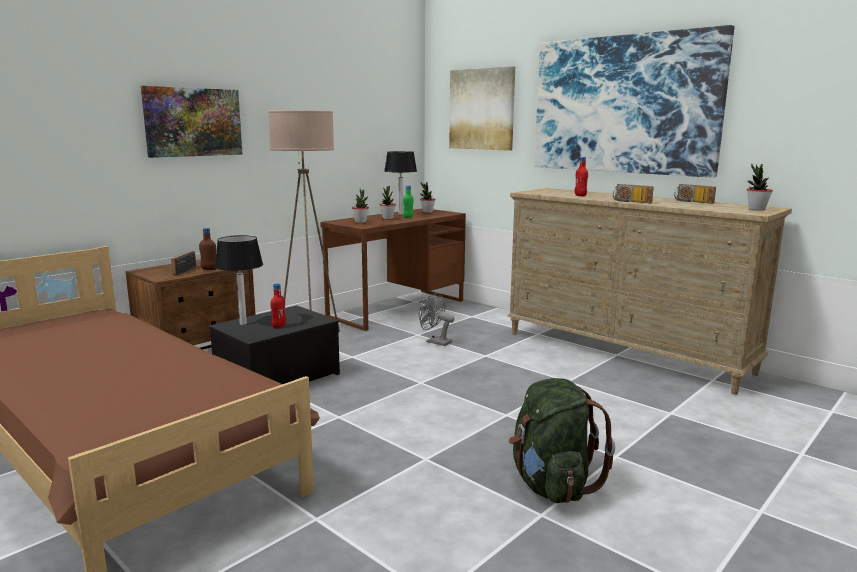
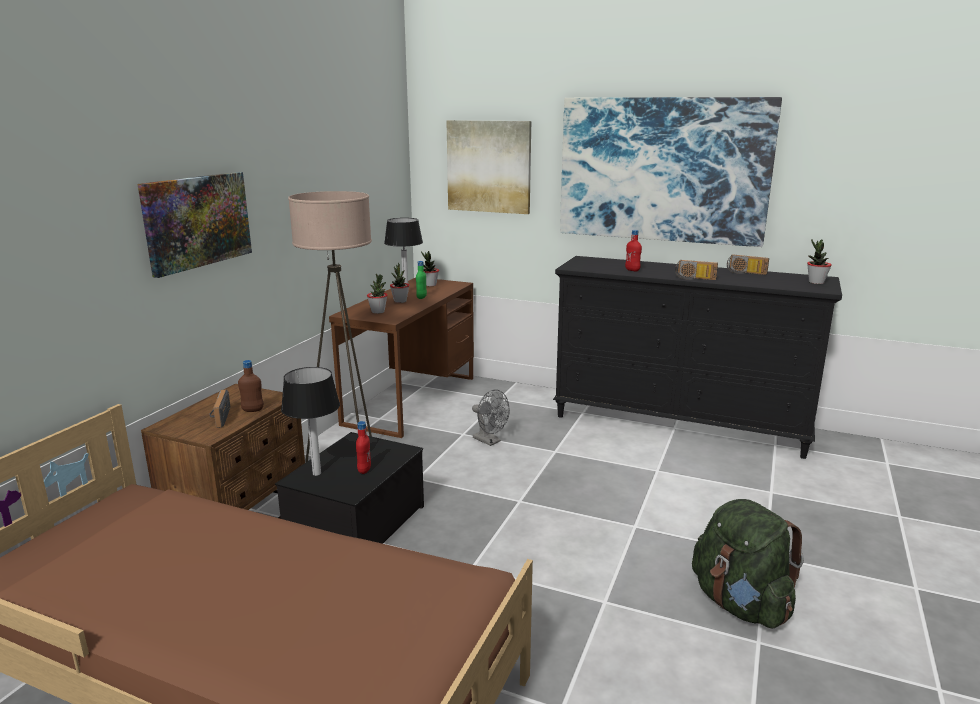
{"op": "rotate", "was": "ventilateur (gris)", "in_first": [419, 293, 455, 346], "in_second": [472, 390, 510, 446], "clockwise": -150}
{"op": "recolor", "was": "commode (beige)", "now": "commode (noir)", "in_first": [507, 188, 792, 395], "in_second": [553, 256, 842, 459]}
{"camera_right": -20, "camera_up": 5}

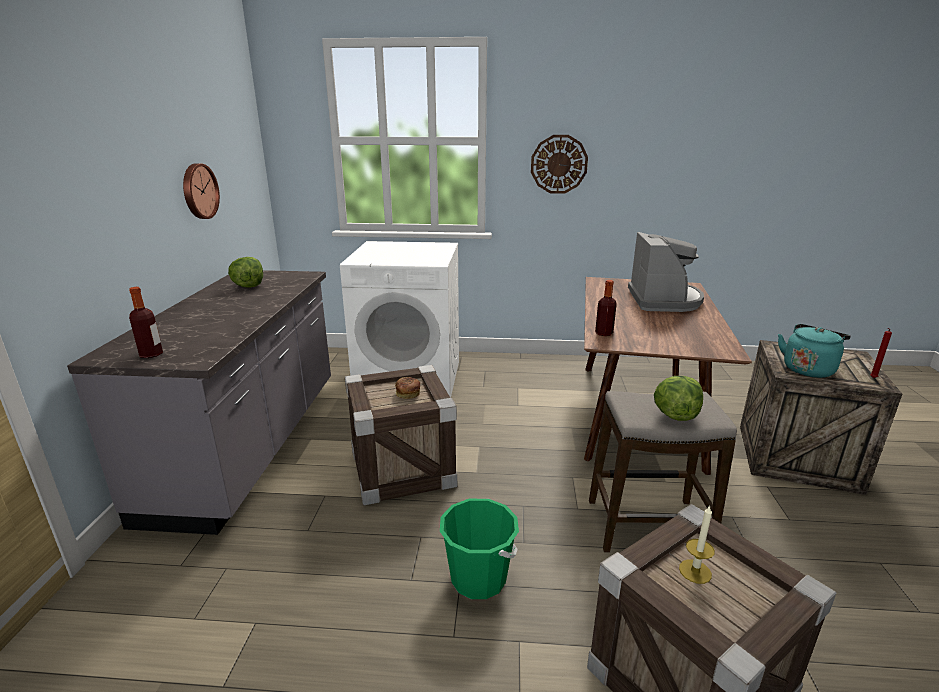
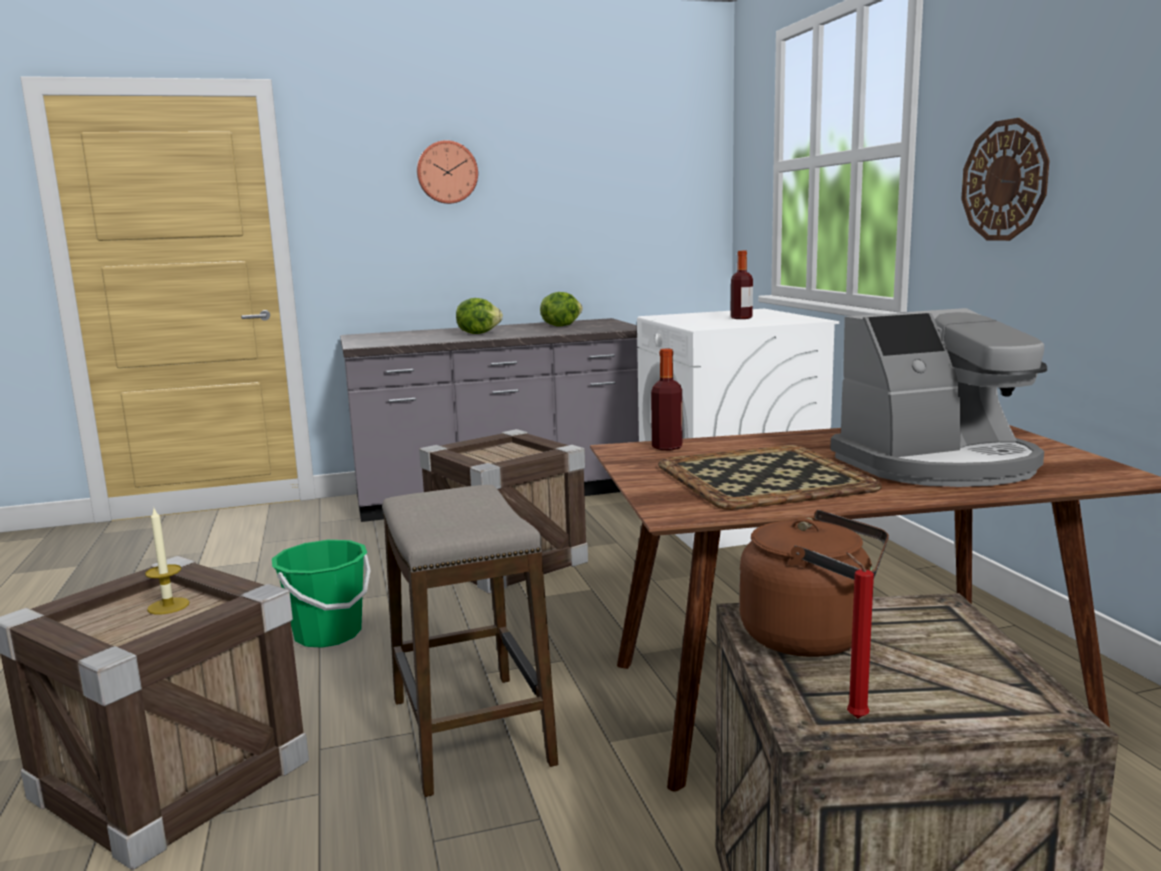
{"op": "move", "was": "bouteille", "in_first": [129, 287, 163, 358], "in_second": [731, 251, 753, 319]}
{"op": "move", "was": "horloge murale", "in_first": [183, 163, 220, 219], "in_second": [417, 140, 478, 204]}
{"op": "delete", "was": "pain", "in_first": [395, 377, 420, 399]}
{"op": "move", "was": "laitue", "in_first": [654, 376, 703, 421], "in_second": [456, 298, 503, 334]}
{"op": "recolor", "was": "bouilloire (turquoise)", "now": "bouilloire (marron)", "in_first": [778, 324, 851, 378], "in_second": [739, 510, 889, 657]}
{"op": "insert", "now": "plateau", "in_second": [658, 445, 882, 510]}
{"camera_right": 70, "camera_up": -10}

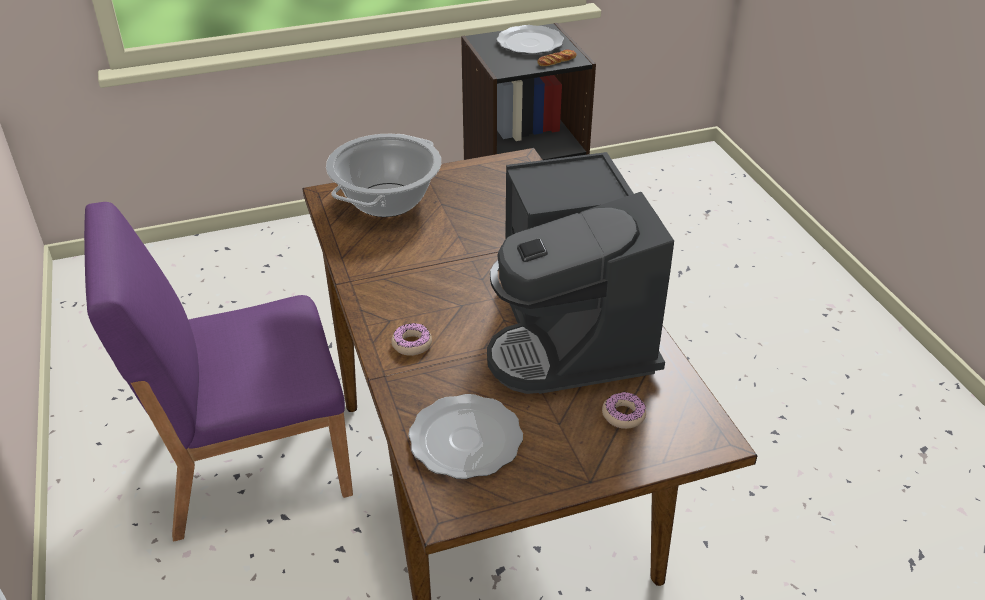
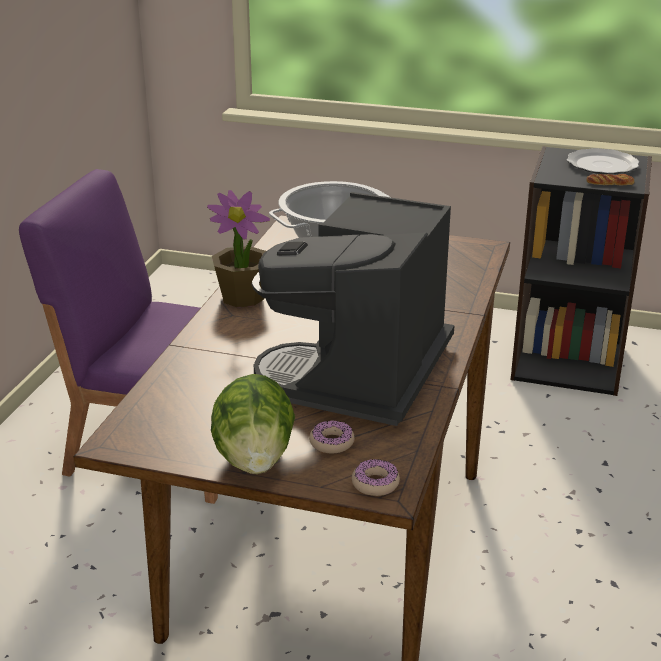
{"op": "move", "was": "beignet", "in_first": [391, 323, 432, 356], "in_second": [352, 459, 400, 496]}
{"op": "delete", "was": "assiette", "in_first": [408, 394, 523, 479]}
{"op": "insert", "now": "plante en pot", "in_second": [207, 190, 270, 307]}
{"op": "insert", "now": "laitue", "in_second": [211, 374, 295, 474]}
{"camera_right": 35, "camera_up": -10}

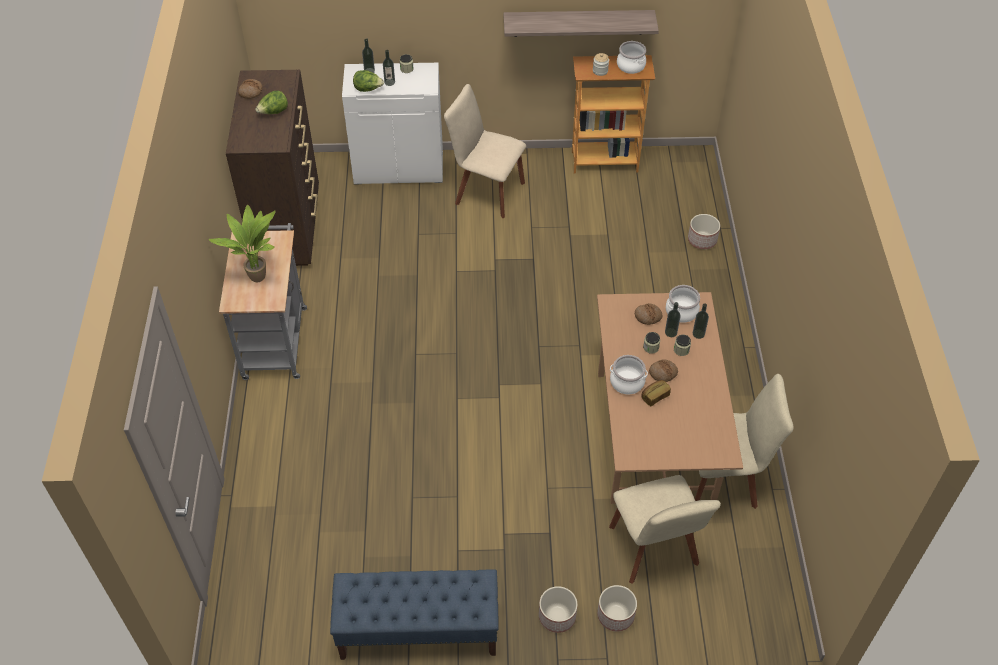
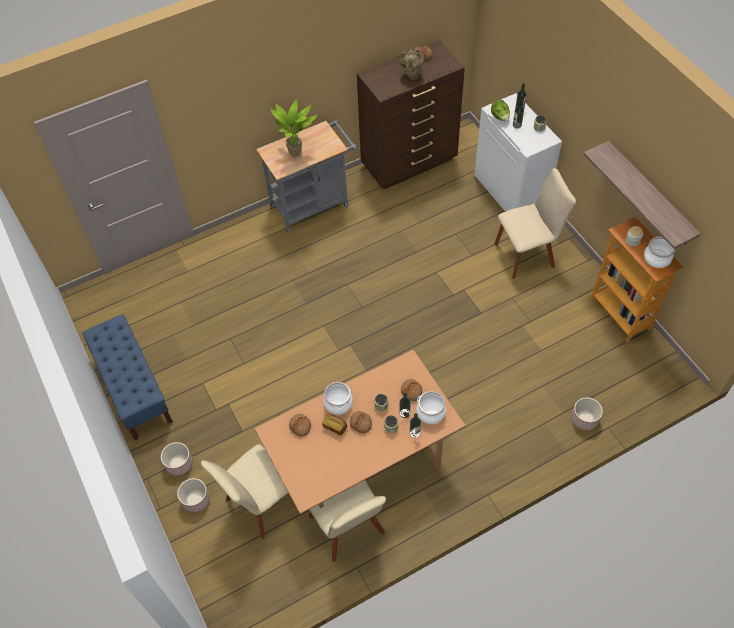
{"op": "replace", "was": "laitue", "now": "vase (beige)", "in_first": [255, 91, 288, 114], "in_second": [400, 48, 424, 80]}
{"op": "rotate", "was": "chaise (beige)", "in_first": [444, 84, 526, 218], "in_second": [494, 168, 576, 279], "clockwise": 75}
{"op": "insert", "now": "pain", "in_second": [289, 414, 311, 436]}
{"camera_right": 65, "camera_up": 5}

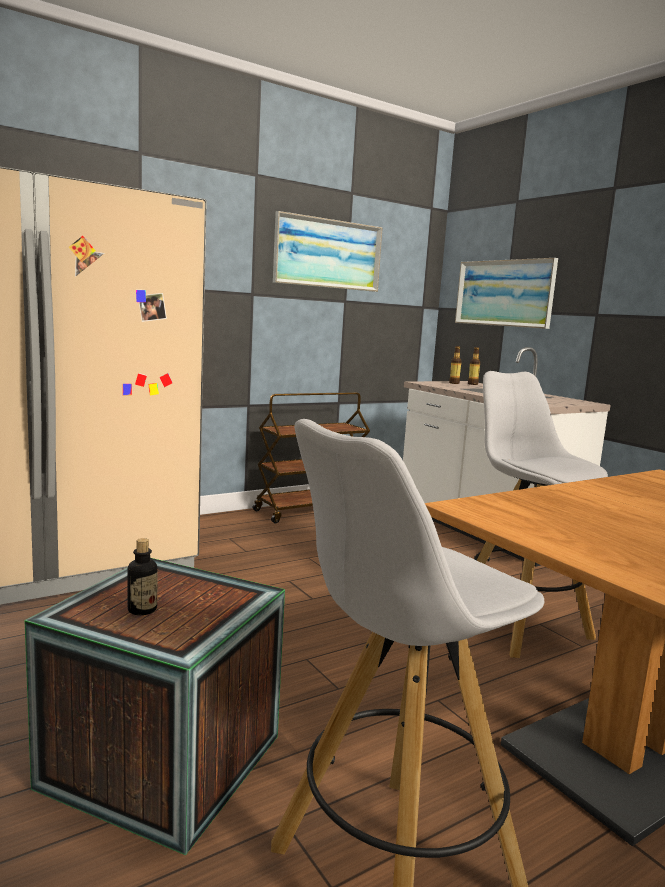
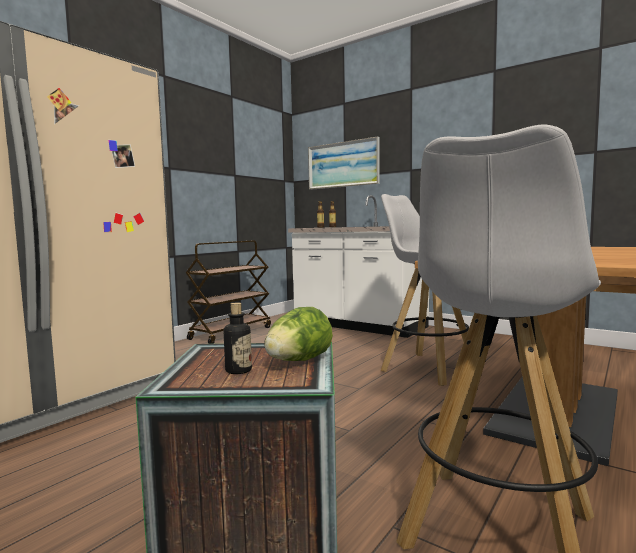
{"op": "delete", "was": "tableau", "in_first": [273, 211, 383, 292]}
{"op": "insert", "now": "laitue", "in_second": [264, 307, 333, 361]}
{"camera_right": -20, "camera_up": -5}

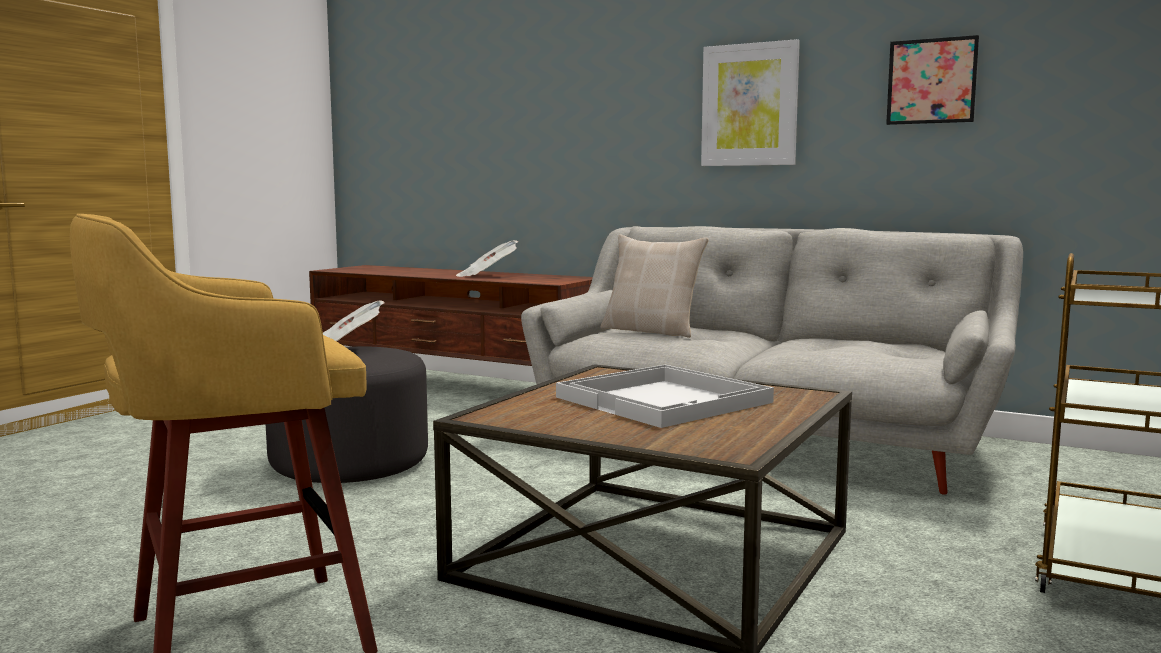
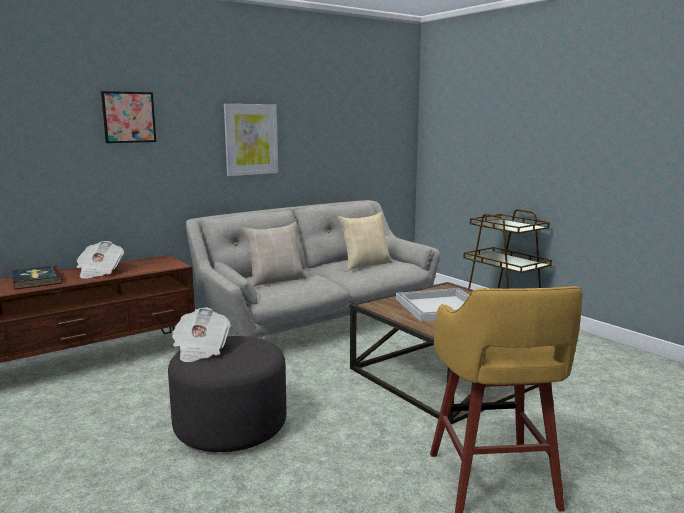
{"op": "move", "was": "tableau", "in_first": [886, 35, 979, 125], "in_second": [101, 91, 156, 143]}
{"op": "insert", "now": "livre", "in_second": [12, 265, 63, 290]}
{"op": "insert", "now": "coussin (beige)", "in_second": [338, 212, 392, 270]}
{"camera_right": -65, "camera_up": 5}

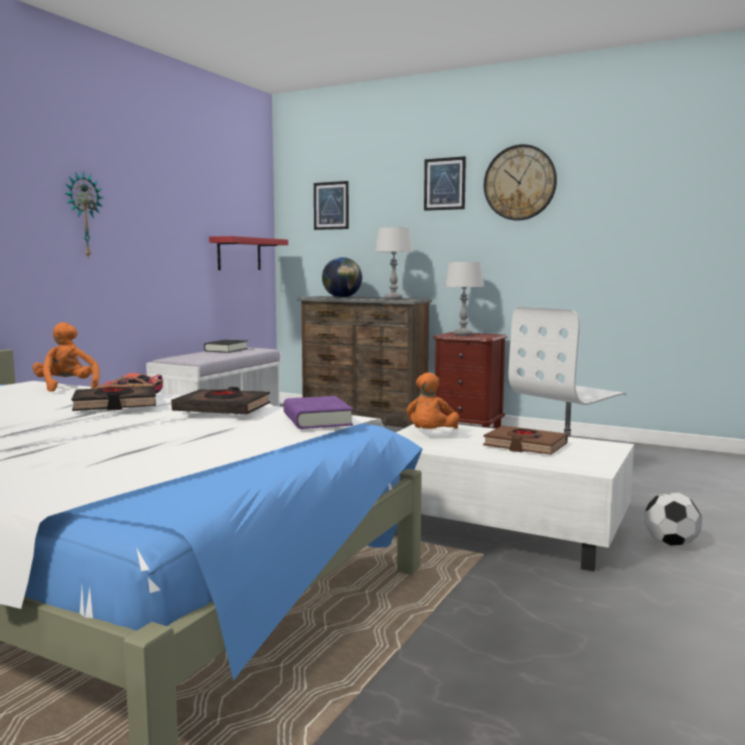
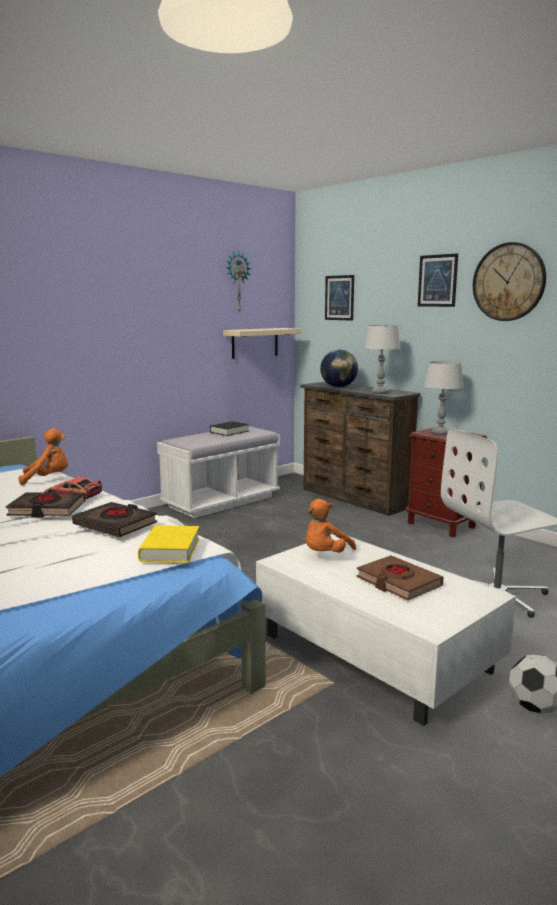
{"op": "rotate", "was": "peluche (orange)", "in_first": [33, 322, 100, 392], "in_second": [19, 428, 68, 485], "clockwise": 90}
{"op": "move", "was": "horloge murale", "in_first": [64, 171, 103, 259], "in_second": [225, 251, 251, 313]}
{"op": "recolor", "was": "étagère (rouge)", "now": "étagère (beige)", "in_first": [209, 236, 288, 270], "in_second": [223, 328, 301, 359]}
{"op": "recolor", "was": "livre (violet)", "now": "livre (jaune)", "in_first": [283, 396, 353, 429], "in_second": [138, 525, 199, 563]}
{"camera_right": 20, "camera_up": 5}

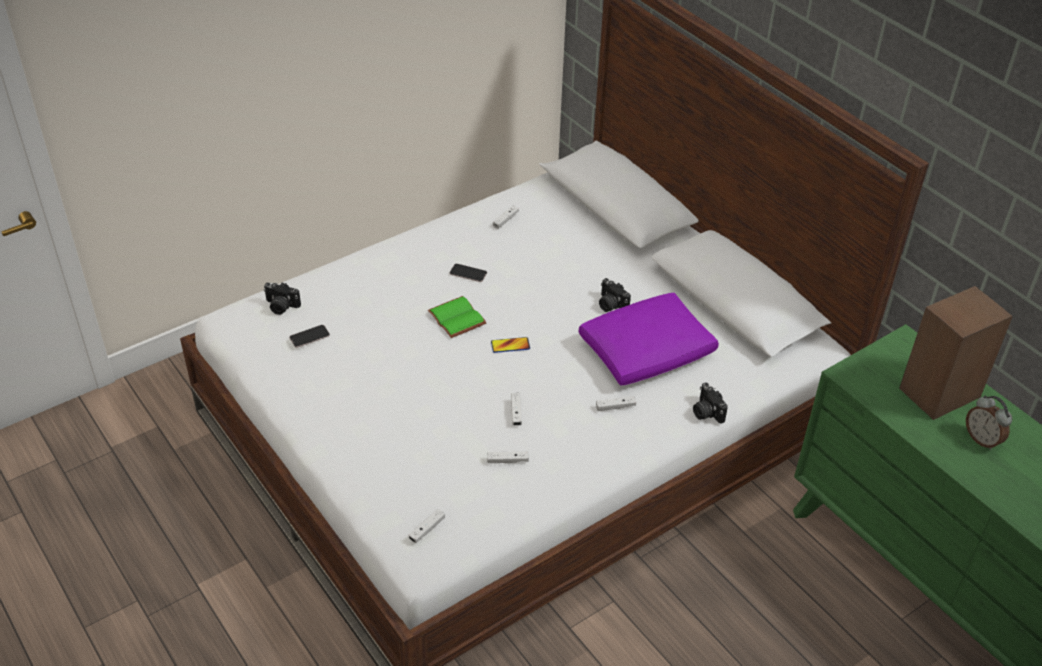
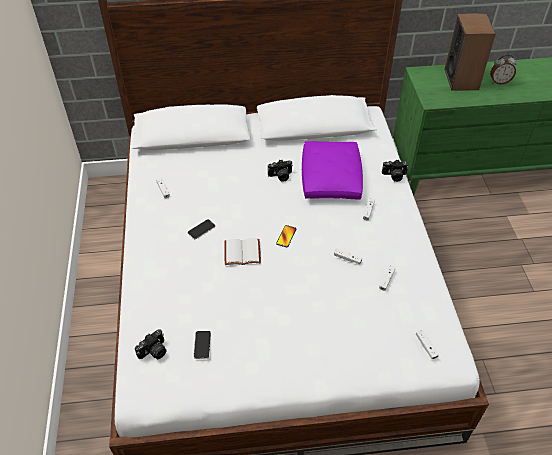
{"op": "recolor", "was": "livre (vert)", "now": "livre (blanc)", "in_first": [428, 296, 487, 338], "in_second": [224, 238, 261, 265]}
{"camera_right": -60, "camera_up": 5}

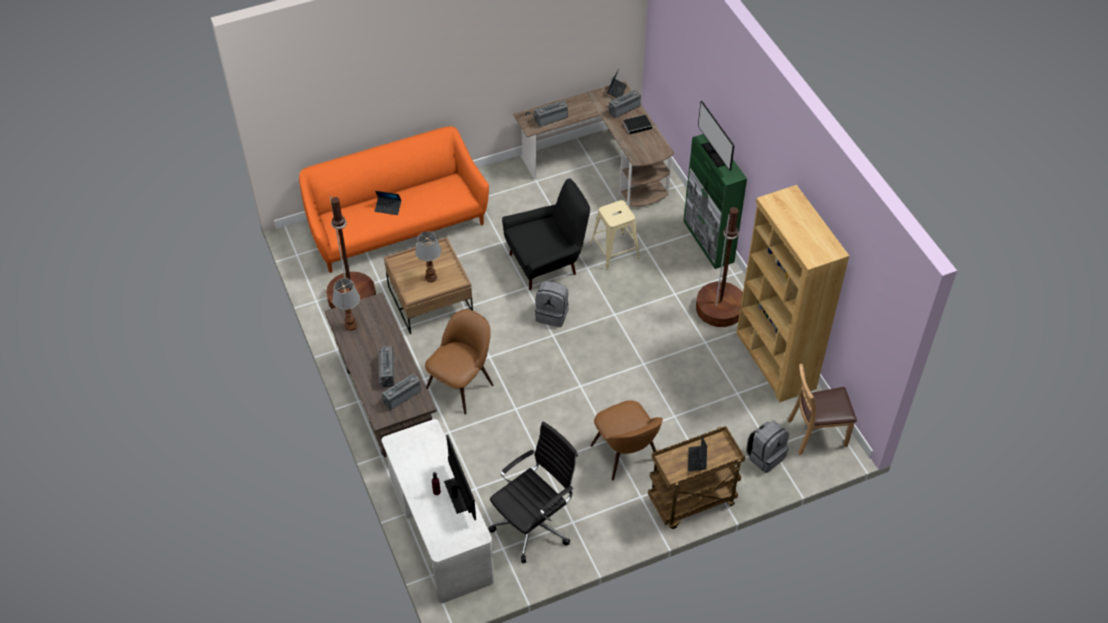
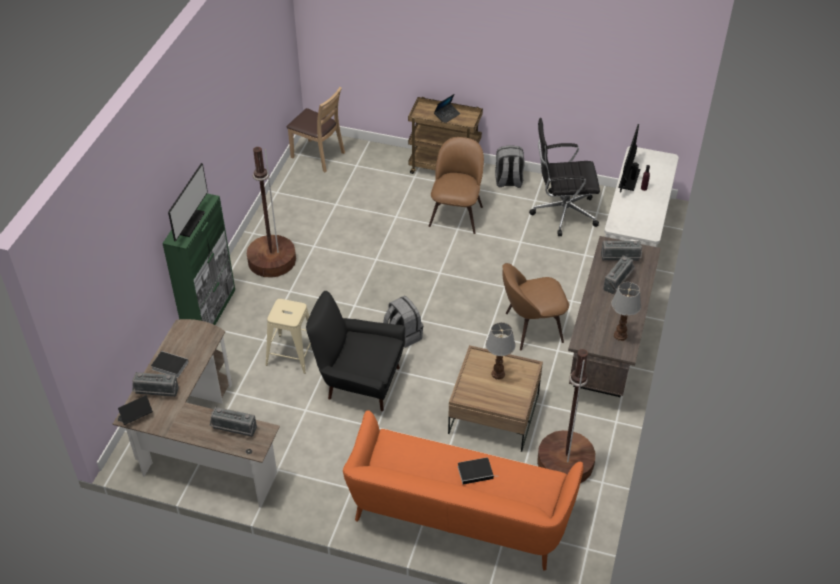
{"op": "replace", "was": "ordinateur portable", "now": "livre", "in_first": [375, 191, 401, 215], "in_second": [458, 457, 499, 484]}
{"op": "delete", "was": "bibliothèque (marron)", "in_first": [736, 185, 849, 403]}
{"op": "move", "was": "sac à dos (gris)", "in_first": [746, 420, 789, 473], "in_second": [495, 145, 525, 188]}
{"camera_right": -140, "camera_up": -5}

